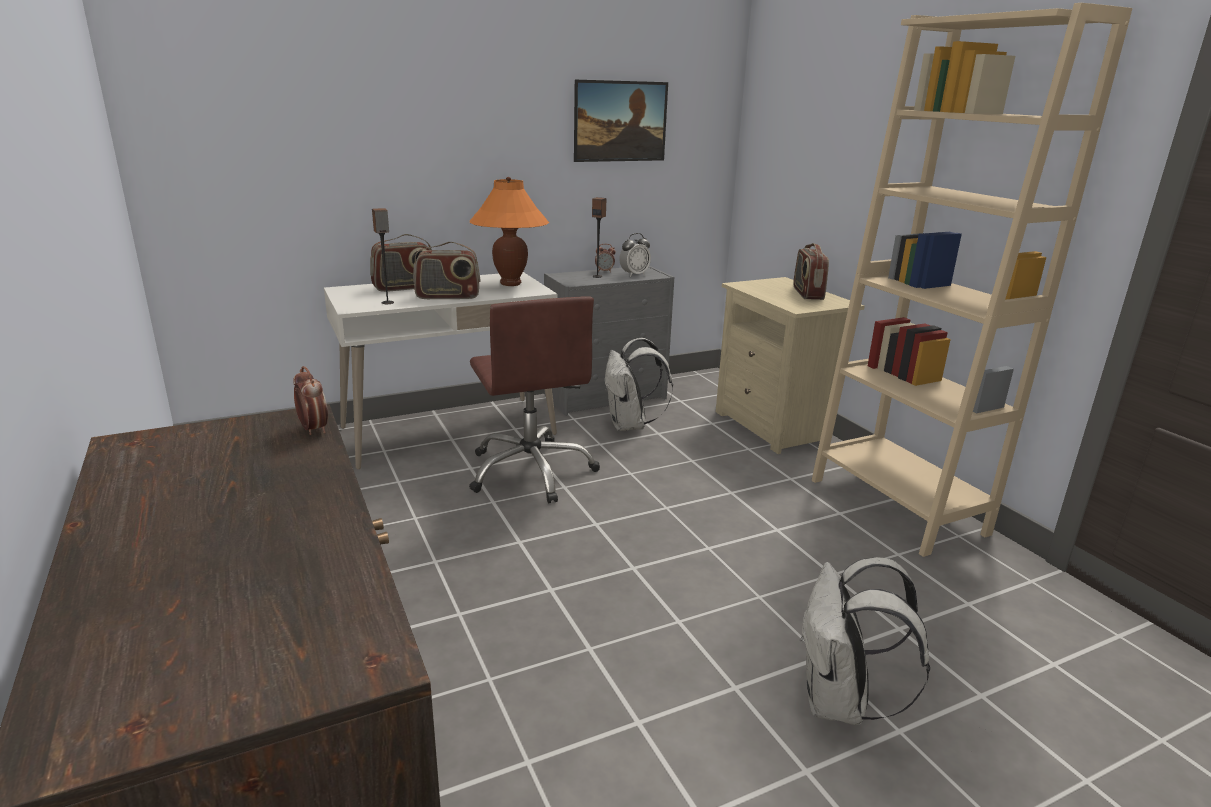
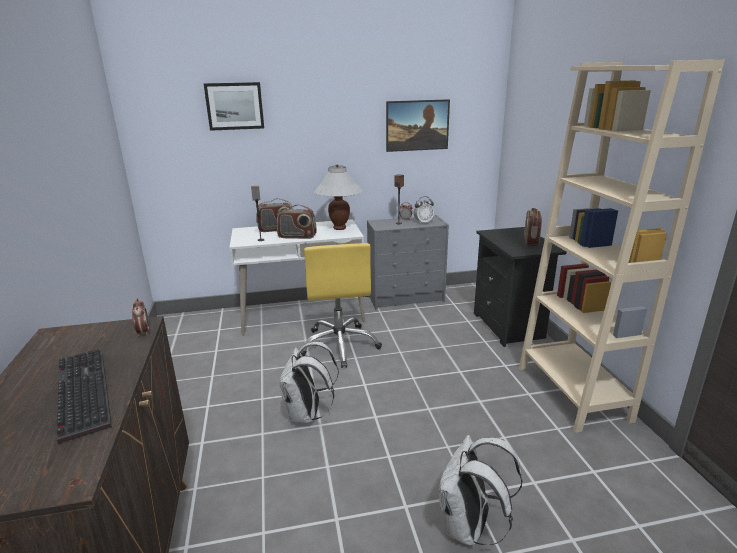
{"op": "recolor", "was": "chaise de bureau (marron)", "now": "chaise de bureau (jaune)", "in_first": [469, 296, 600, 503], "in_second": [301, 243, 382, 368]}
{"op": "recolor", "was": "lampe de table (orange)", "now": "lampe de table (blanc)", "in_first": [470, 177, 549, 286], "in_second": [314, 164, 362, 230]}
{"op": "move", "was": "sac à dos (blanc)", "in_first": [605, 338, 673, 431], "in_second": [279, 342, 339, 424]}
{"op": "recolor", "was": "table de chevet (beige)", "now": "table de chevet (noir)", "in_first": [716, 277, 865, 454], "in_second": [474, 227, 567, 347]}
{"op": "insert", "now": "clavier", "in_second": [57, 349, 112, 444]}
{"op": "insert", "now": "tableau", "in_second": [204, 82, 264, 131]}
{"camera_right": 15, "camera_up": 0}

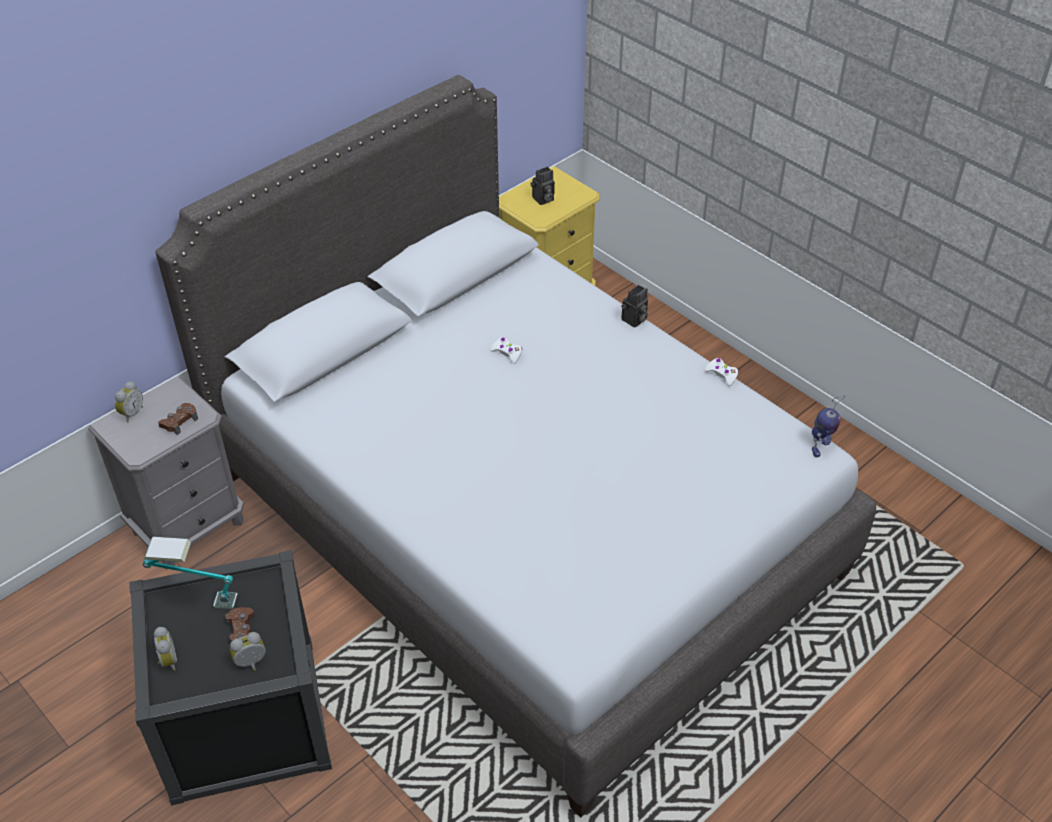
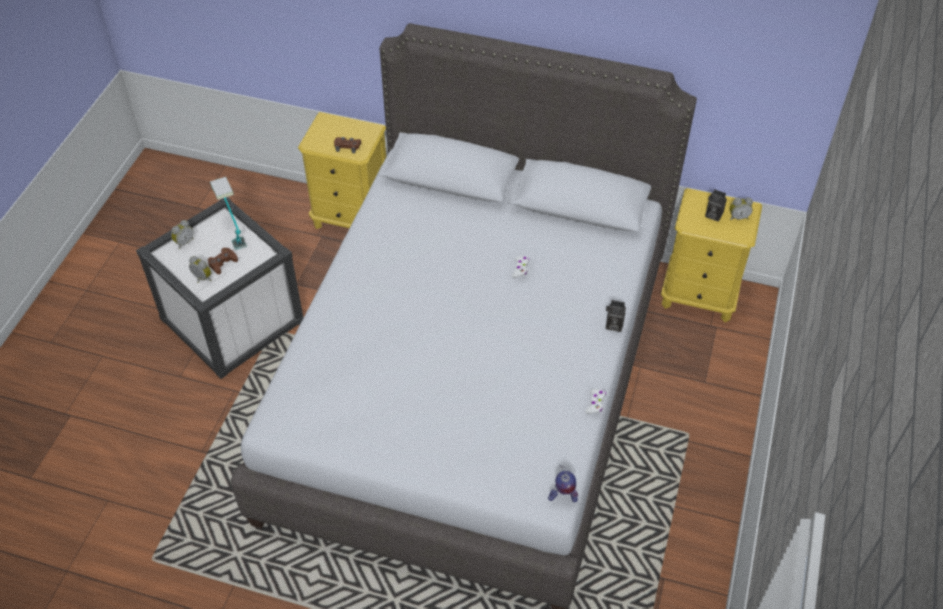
{"op": "recolor", "was": "table de chevet (gris)", "now": "table de chevet (jaune)", "in_first": [88, 376, 244, 569], "in_second": [298, 112, 386, 229]}
{"op": "move", "was": "réveil", "in_first": [115, 381, 143, 422], "in_second": [730, 197, 753, 220]}
{"op": "recolor", "was": "boîte de rangement (noir)", "now": "boîte de rangement (blanc)", "in_first": [129, 550, 332, 805], "in_second": [136, 197, 304, 379]}
{"camera_right": 60, "camera_up": 5}

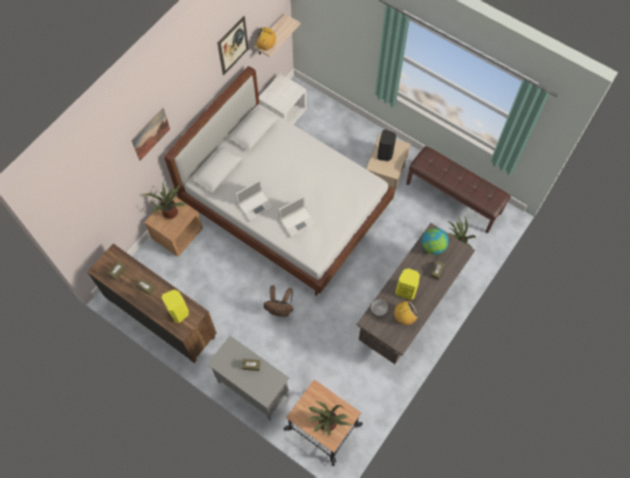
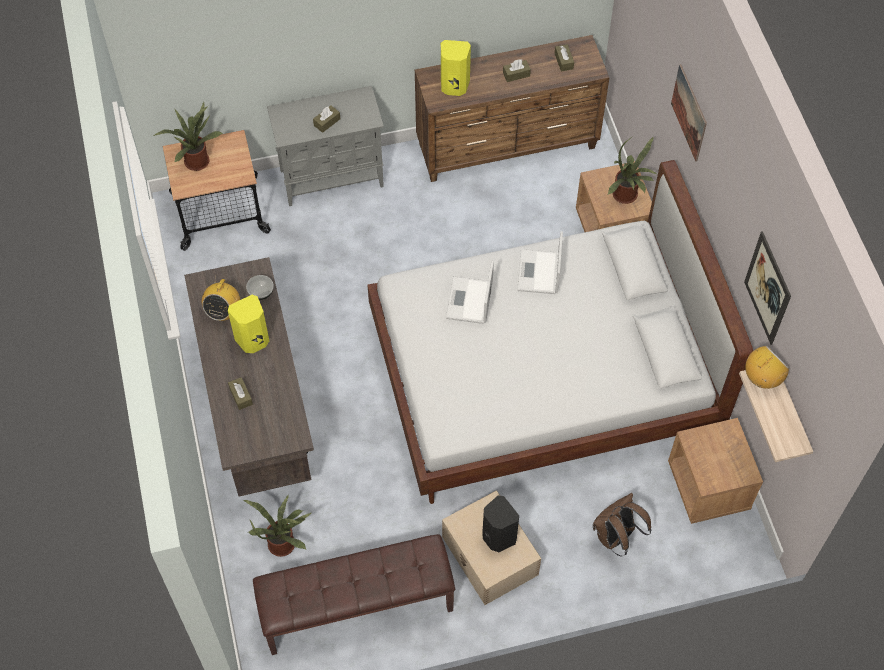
{"op": "recolor", "was": "table de chevet (blanc)", "now": "table de chevet (marron)", "in_first": [259, 74, 307, 124], "in_second": [668, 418, 763, 524]}
{"op": "move", "was": "sac à dos (marron)", "in_first": [264, 285, 293, 317], "in_second": [593, 493, 652, 557]}
{"op": "delete", "was": "globe", "in_first": [422, 228, 449, 255]}
{"camera_right": 130, "camera_up": -5}

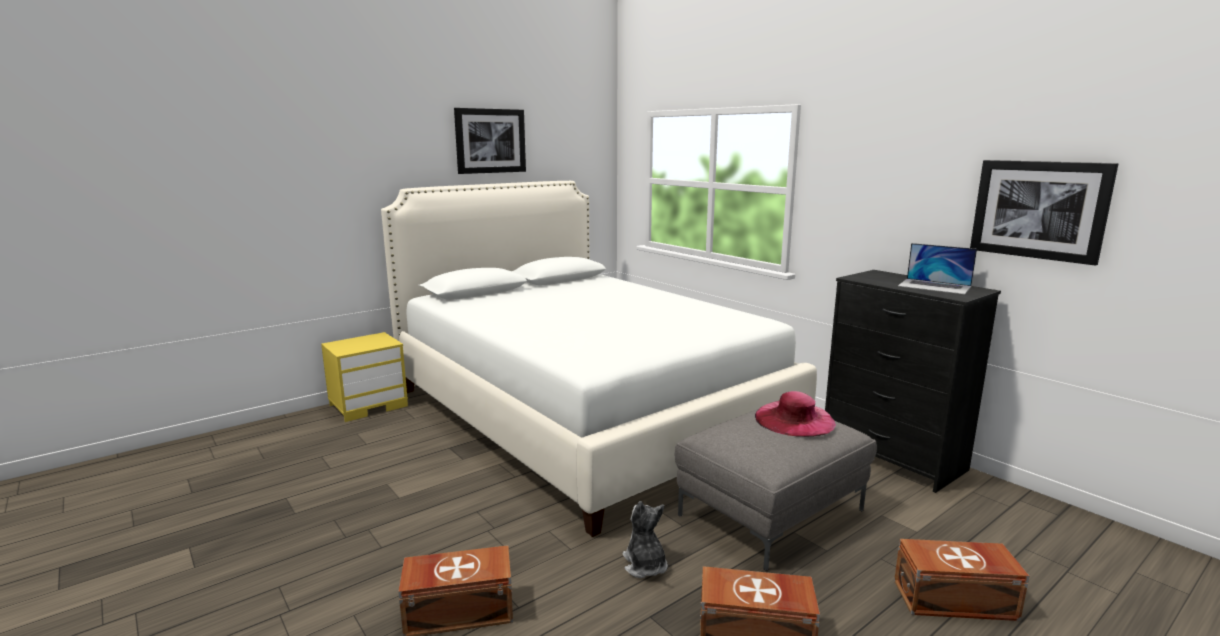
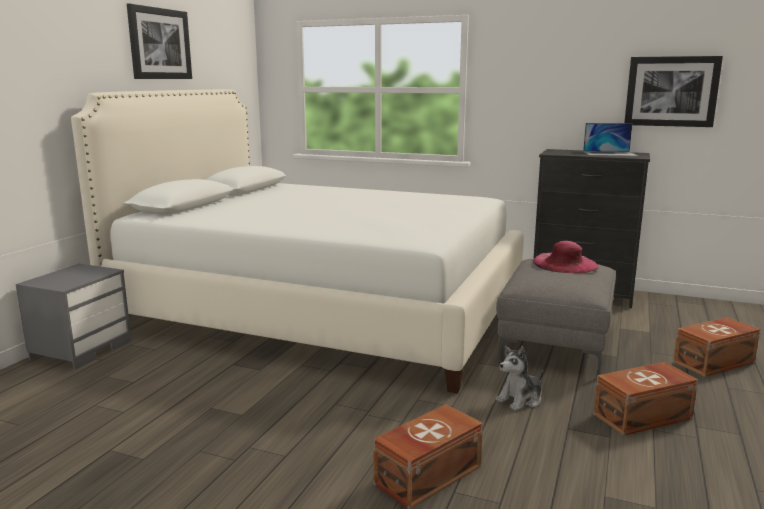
{"op": "recolor", "was": "table de chevet (jaune)", "now": "table de chevet (gris)", "in_first": [321, 332, 408, 422], "in_second": [16, 264, 131, 370]}
{"op": "rotate", "was": "peluche", "in_first": [623, 501, 668, 578], "in_second": [496, 346, 544, 411], "clockwise": -75}
{"camera_right": -30, "camera_up": 0}

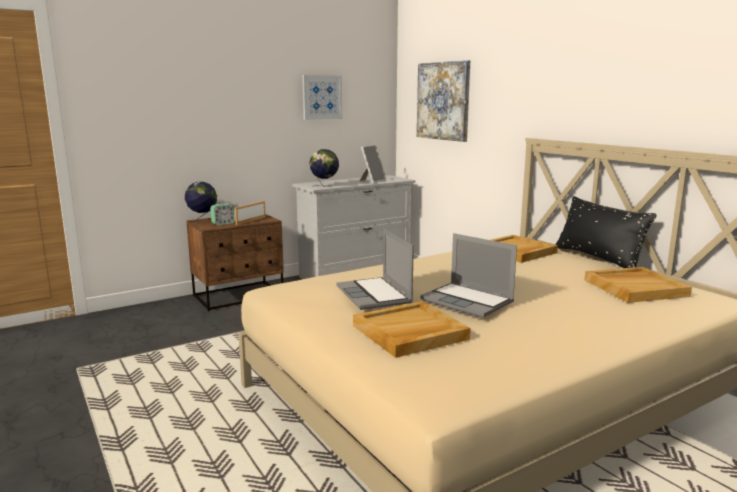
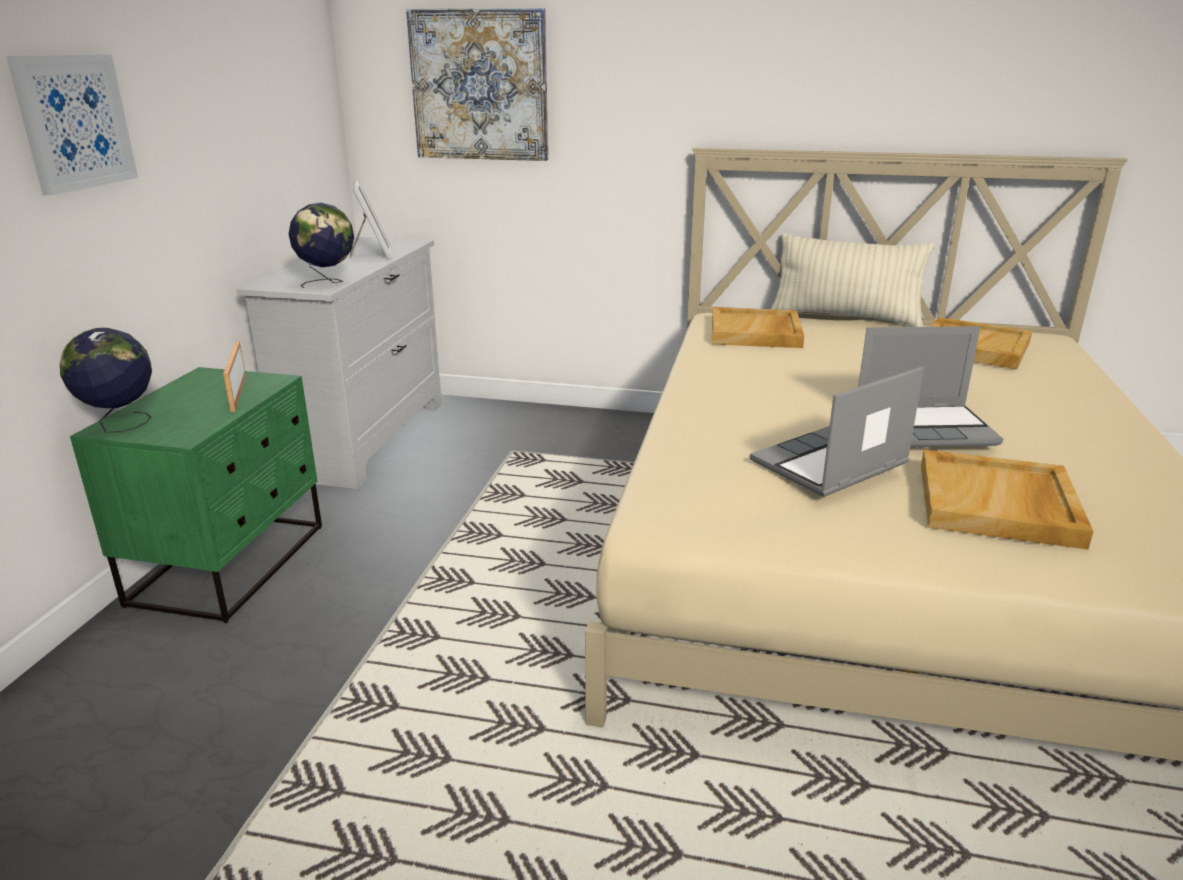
{"op": "recolor", "was": "table de chevet (marron)", "now": "table de chevet (vert)", "in_first": [186, 214, 284, 311], "in_second": [70, 367, 322, 623]}
{"op": "delete", "was": "réveil", "in_first": [210, 203, 235, 226]}
{"op": "move", "was": "tableau", "in_first": [302, 75, 342, 120], "in_second": [6, 54, 138, 195]}
{"op": "rotate", "was": "ordinateur portable", "in_first": [336, 229, 414, 310], "in_second": [750, 367, 924, 497], "clockwise": 120}
{"op": "recolor", "was": "coussin (noir)", "now": "coussin (beige)", "in_first": [555, 196, 657, 268], "in_second": [771, 233, 935, 327]}
{"camera_right": -45, "camera_up": 10}

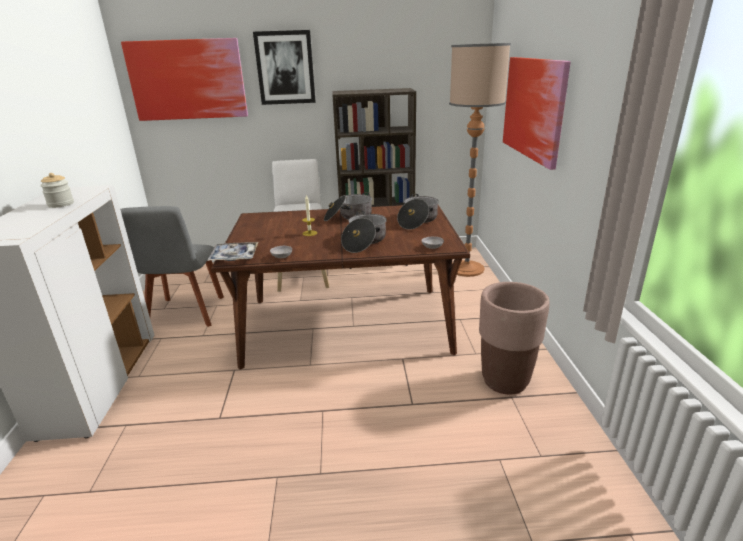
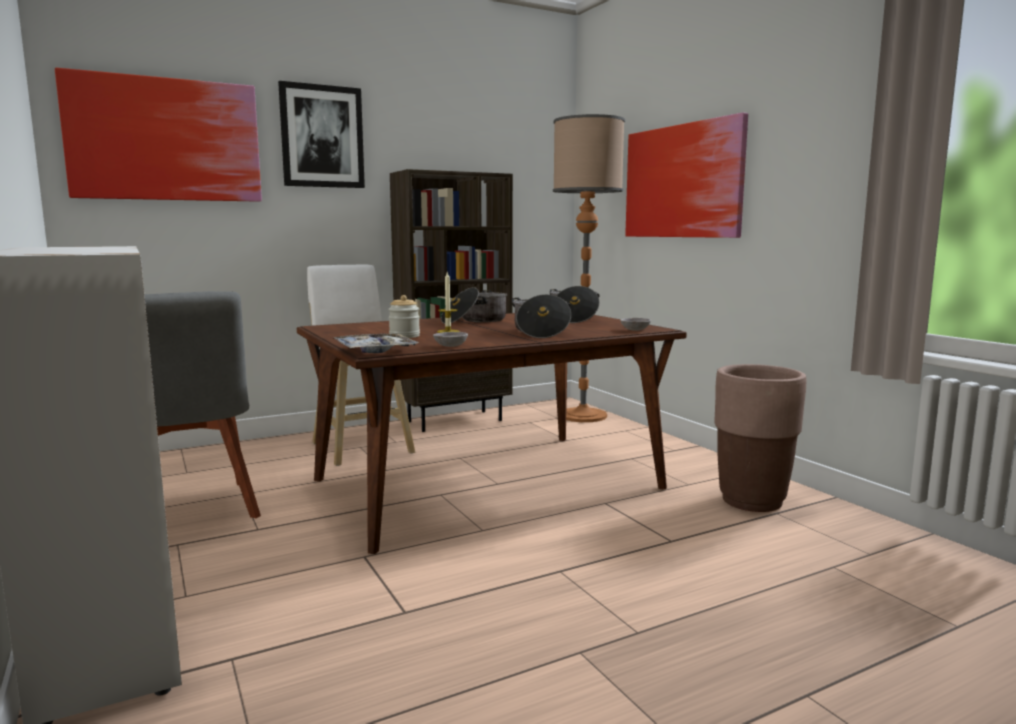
{"op": "move", "was": "bocal", "in_first": [40, 173, 74, 208], "in_second": [388, 295, 420, 338]}
{"camera_right": -25, "camera_up": -15}

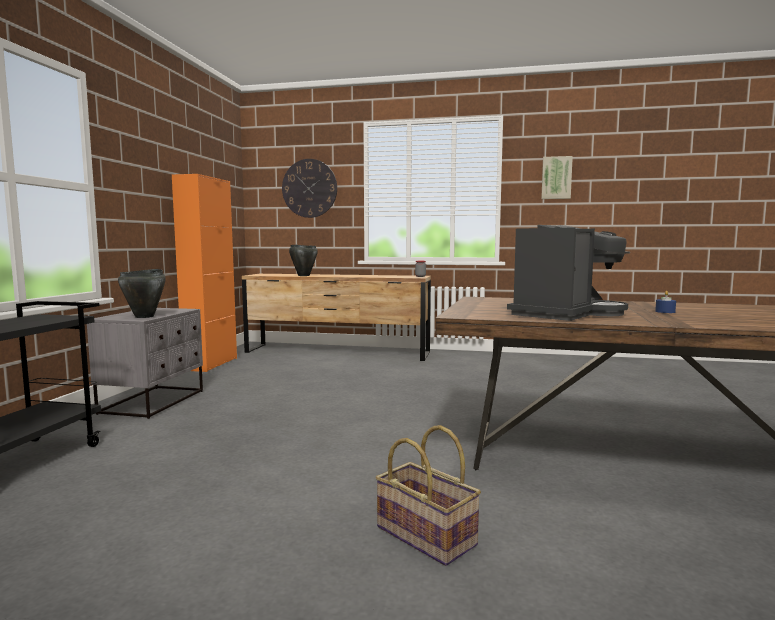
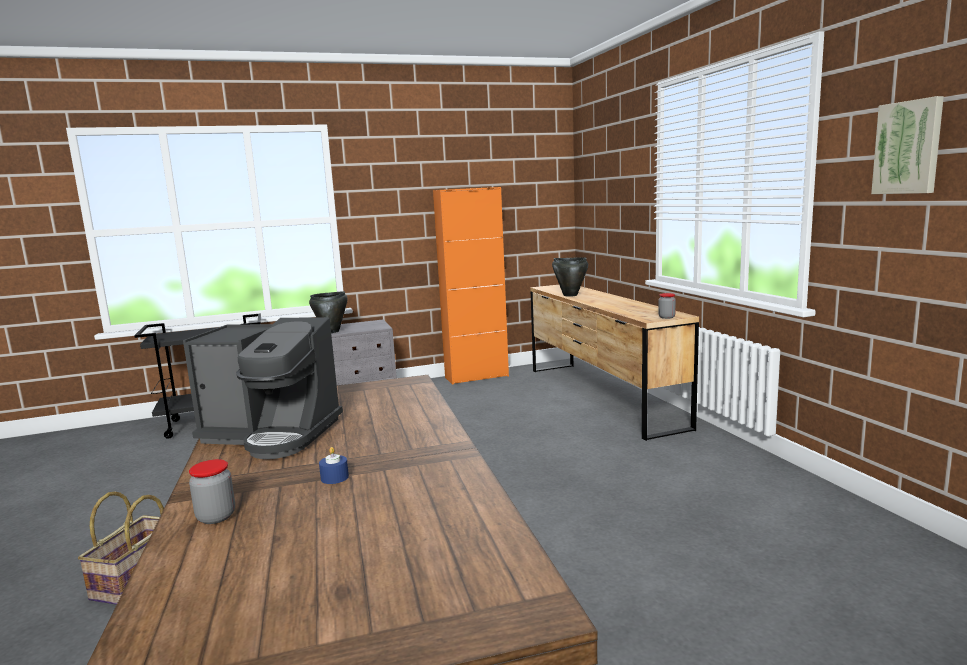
{"op": "delete", "was": "horloge murale", "in_first": [282, 159, 337, 218]}
{"op": "insert", "now": "bocal", "in_second": [189, 459, 235, 524]}
{"camera_right": 60, "camera_up": 5}

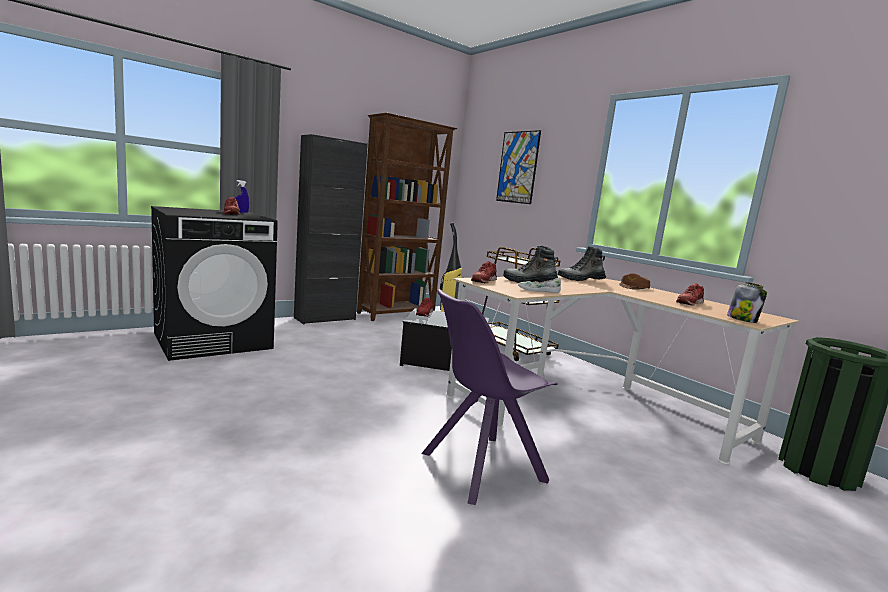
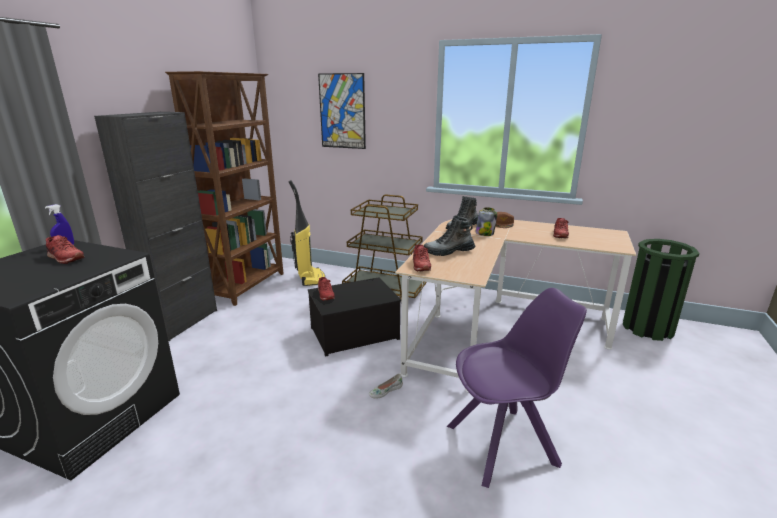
{"op": "rotate", "was": "chaise (violet)", "in_first": [421, 289, 558, 505], "in_second": [447, 288, 587, 488], "clockwise": -135}
{"op": "move", "was": "chaussure (blanc)", "in_first": [518, 277, 561, 293], "in_second": [369, 374, 403, 399]}
{"op": "move", "was": "bocal", "in_first": [727, 282, 767, 323], "in_second": [475, 207, 497, 236]}
{"camera_right": -30, "camera_up": 10}

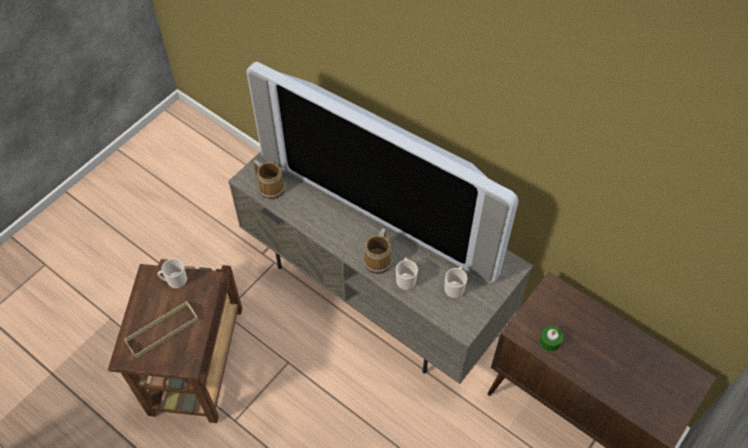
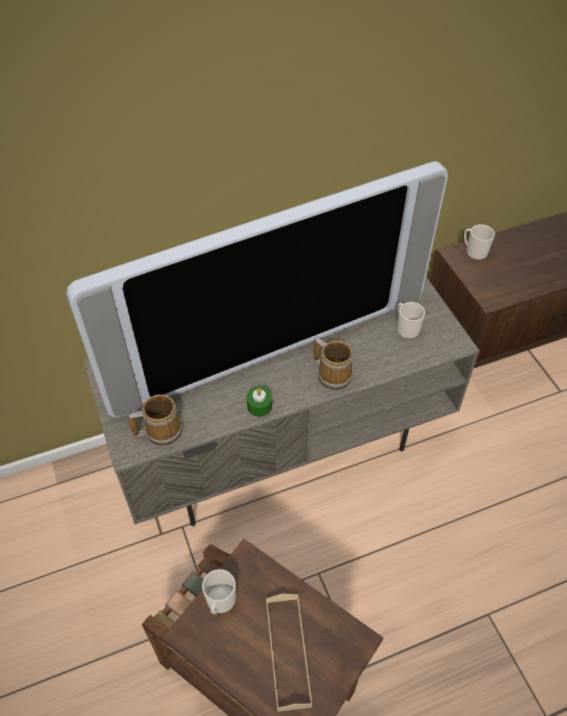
{"op": "move", "was": "mug", "in_first": [396, 258, 418, 290], "in_second": [464, 224, 495, 260]}
{"op": "move", "was": "bougie (vert)", "in_first": [539, 326, 563, 352], "in_second": [247, 387, 272, 417]}
{"camera_right": -60, "camera_up": -5}

